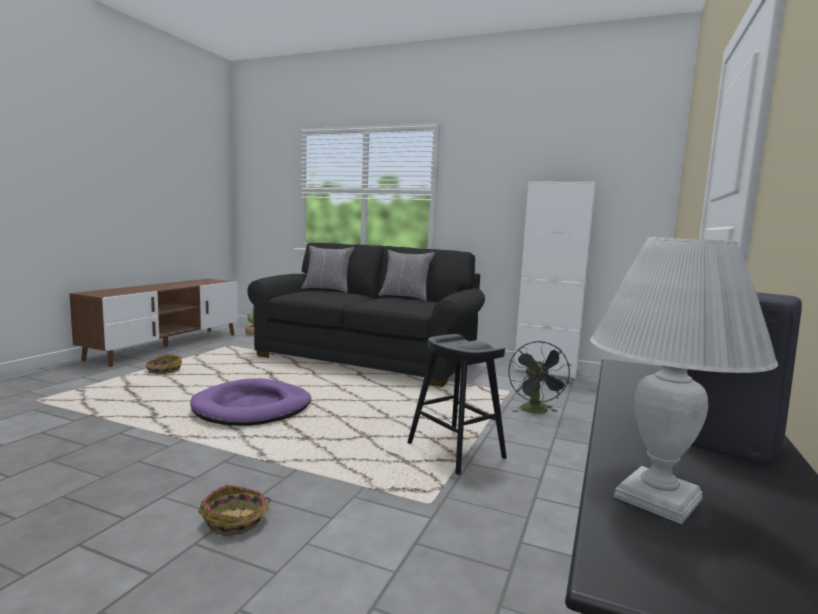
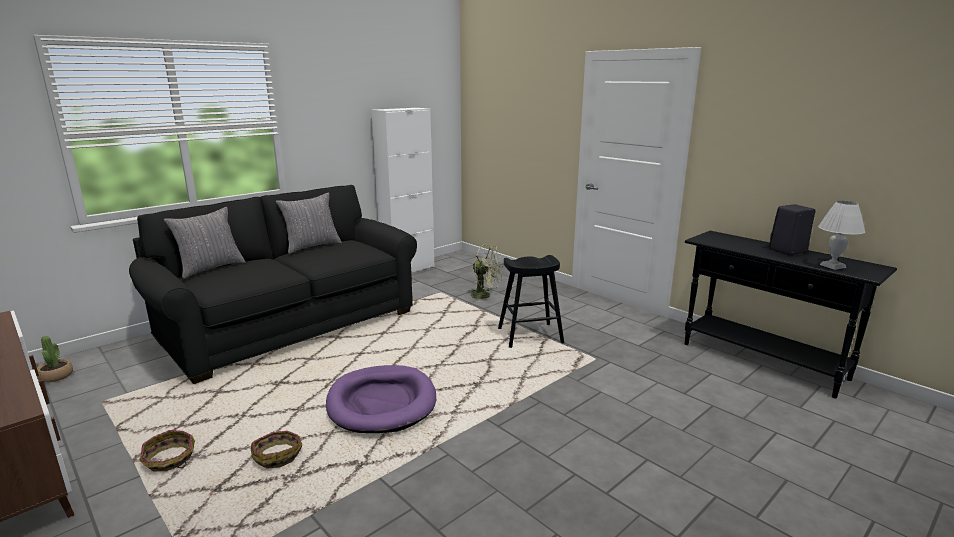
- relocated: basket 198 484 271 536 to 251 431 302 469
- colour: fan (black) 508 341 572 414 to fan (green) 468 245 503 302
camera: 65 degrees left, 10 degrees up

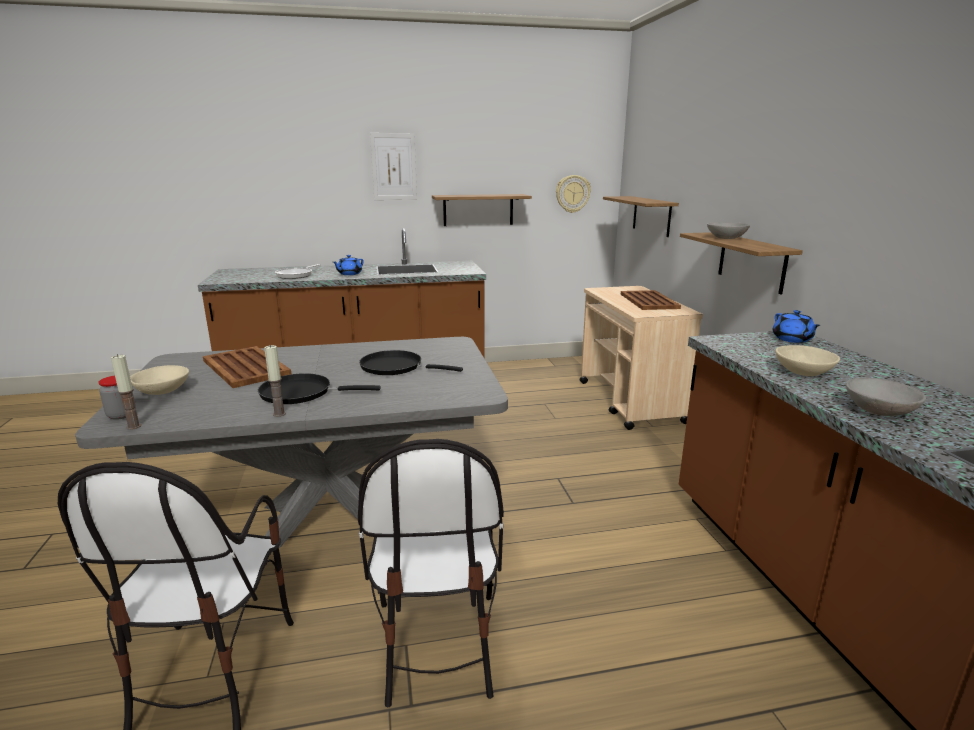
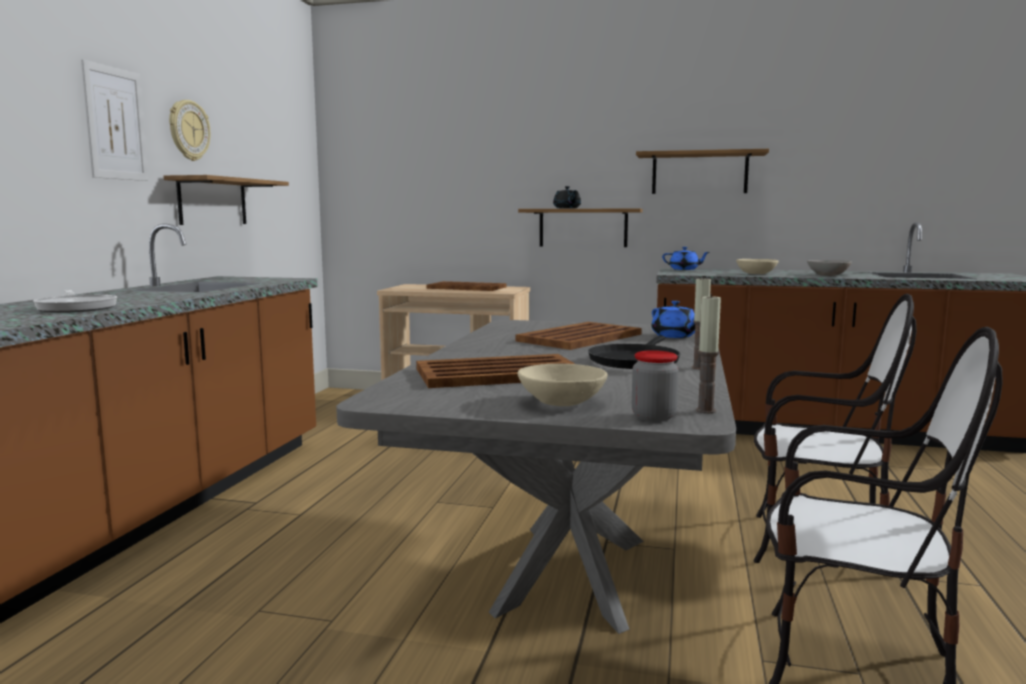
- relocated: teapot (blue) 333 255 364 275 to 651 301 696 338
- relocated: wall clock 556 175 591 213 to 169 100 210 161
- relocated: shelf 603 196 679 237 to 636 149 769 194
- exchanged: frying pan (black) 359 350 463 375 to tray (brown) 515 322 642 350
- exchanged: bowl (grey) 707 222 750 239 to teapot (black) 553 186 581 209
camera: 65 degrees left, 10 degrees down

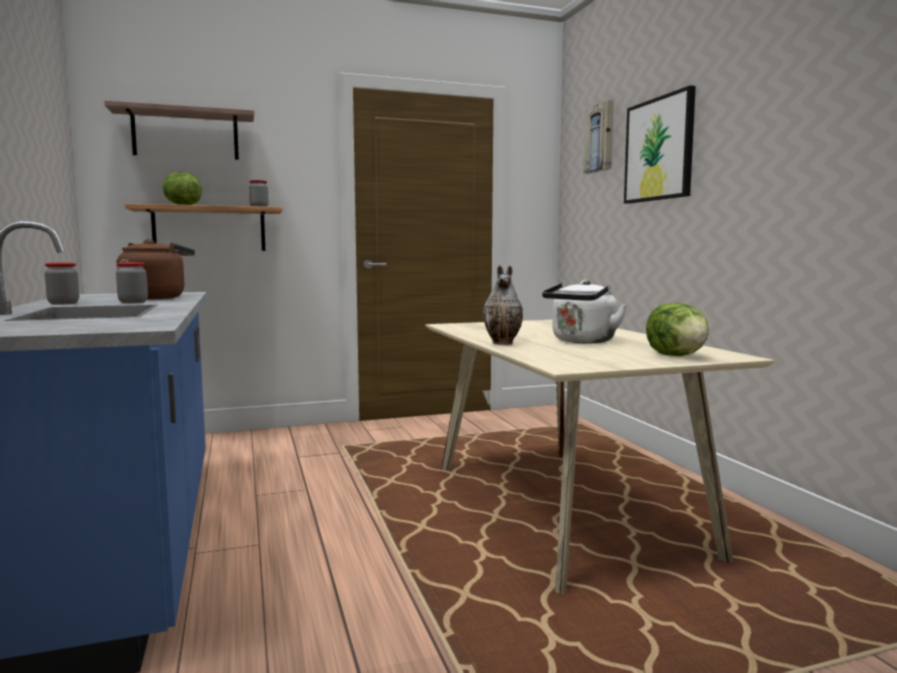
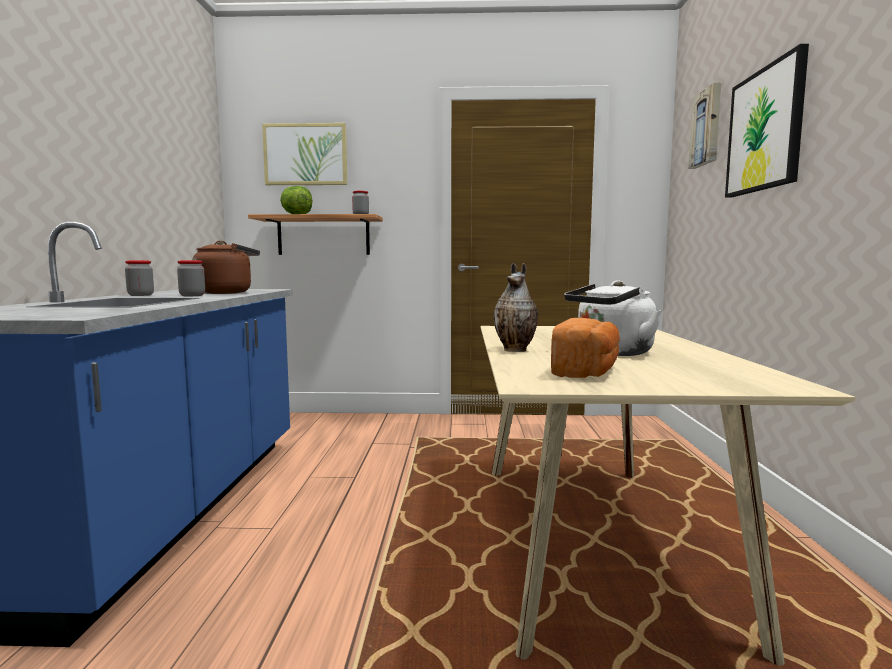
- missing: lettuce 646 303 709 356
- appeared: bread 551 317 620 378
- exchanged: shelf 104 100 254 160 to picture 262 123 347 185
camera: 20 degrees right, 0 degrees up

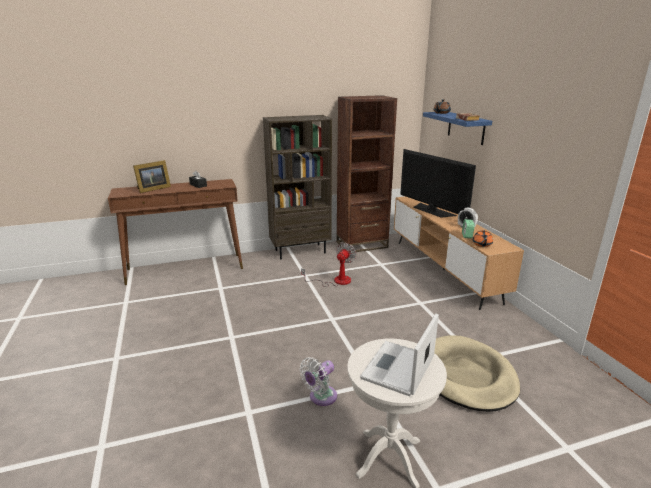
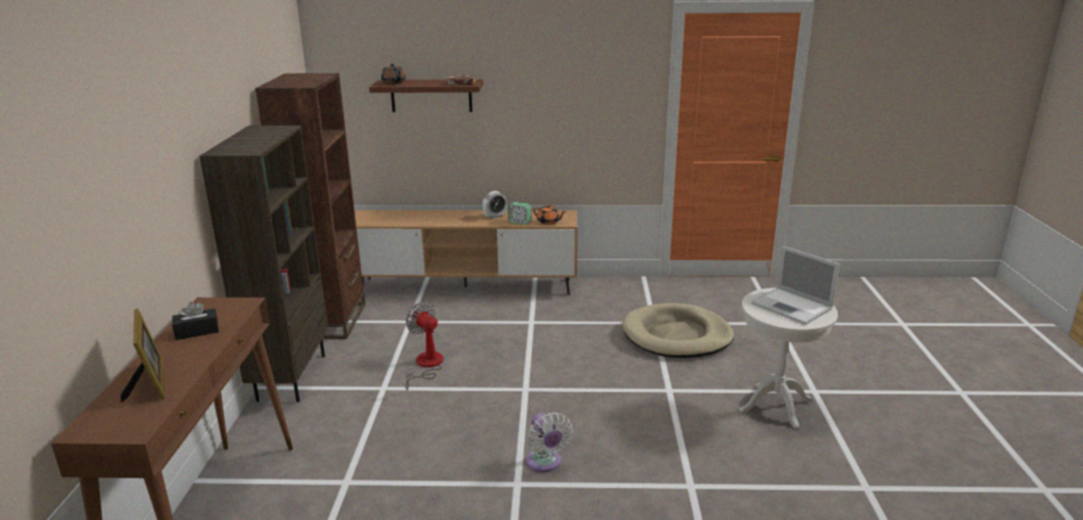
- missing: television 400 149 476 218
- relocated: fan (white) 300 357 337 406 to 526 412 573 472
- colour: shelf (blue) 423 112 492 145 to shelf (brown) 369 79 483 112
camera: 70 degrees left, 0 degrees up

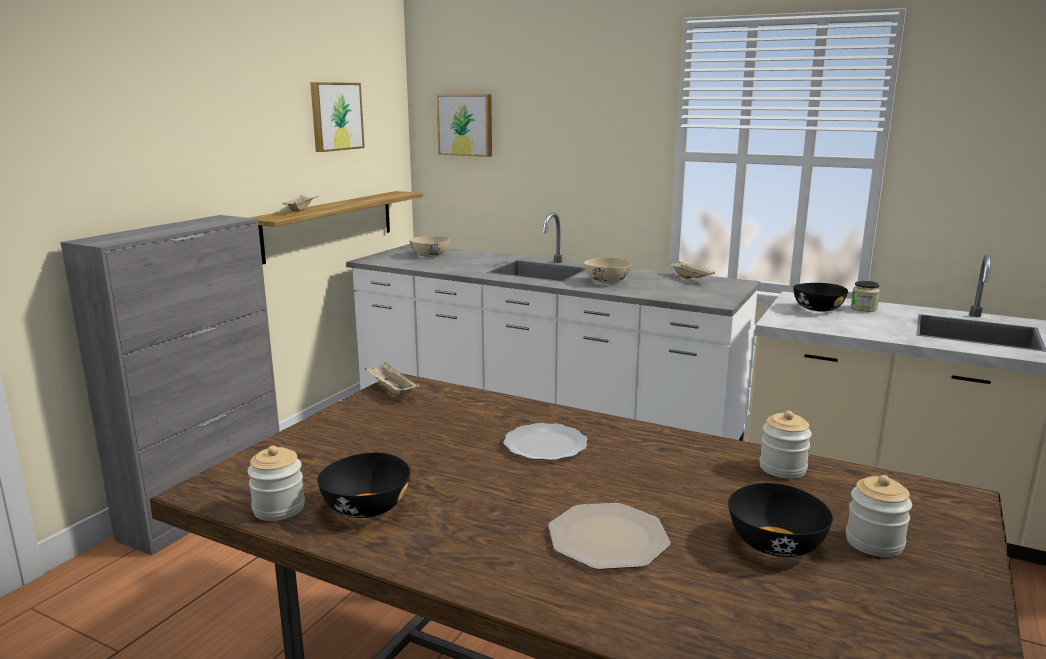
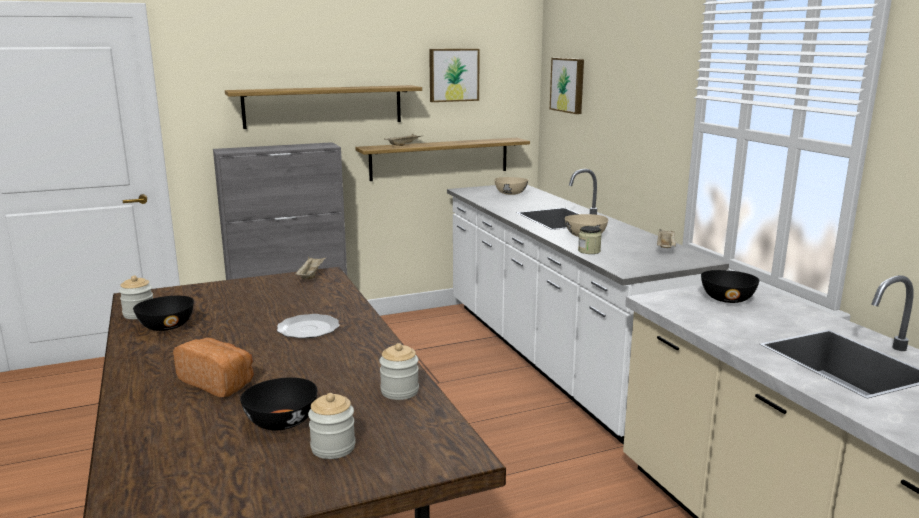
- appeared: shelf 225 85 422 129
- relocated: jar 851 281 880 312 to 578 226 602 254
- exchanged: plate 548 503 671 570 to bread 173 338 254 397
camera: 40 degrees right, 0 degrees up

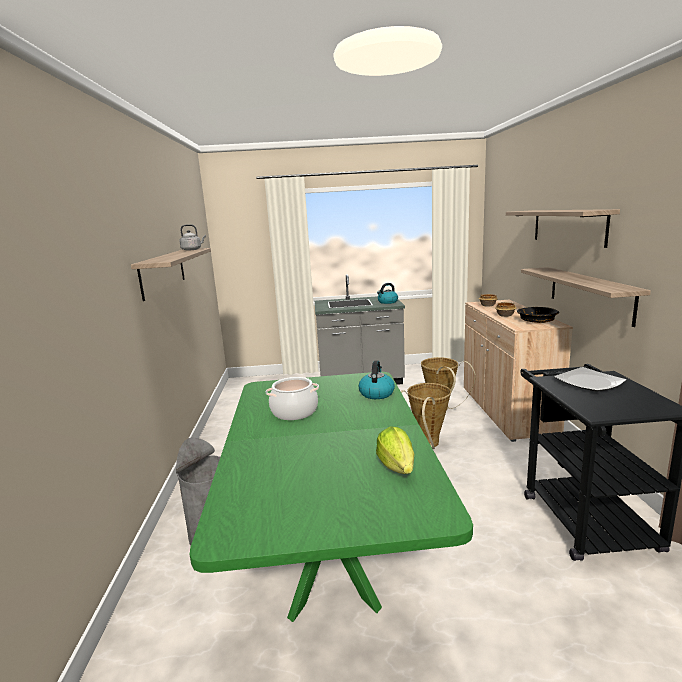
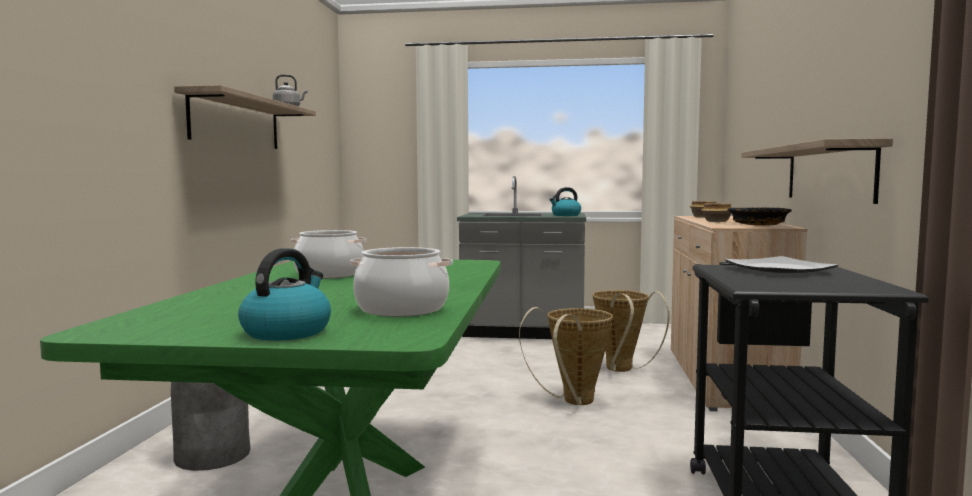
- missing: shelf 506 209 620 248
- relocated: kettle 359 361 395 399 to 238 248 331 341
- exchanged: lettuce 376 427 414 474 to cooking pot 350 247 453 317
camera: 10 degrees right, 10 degrees down

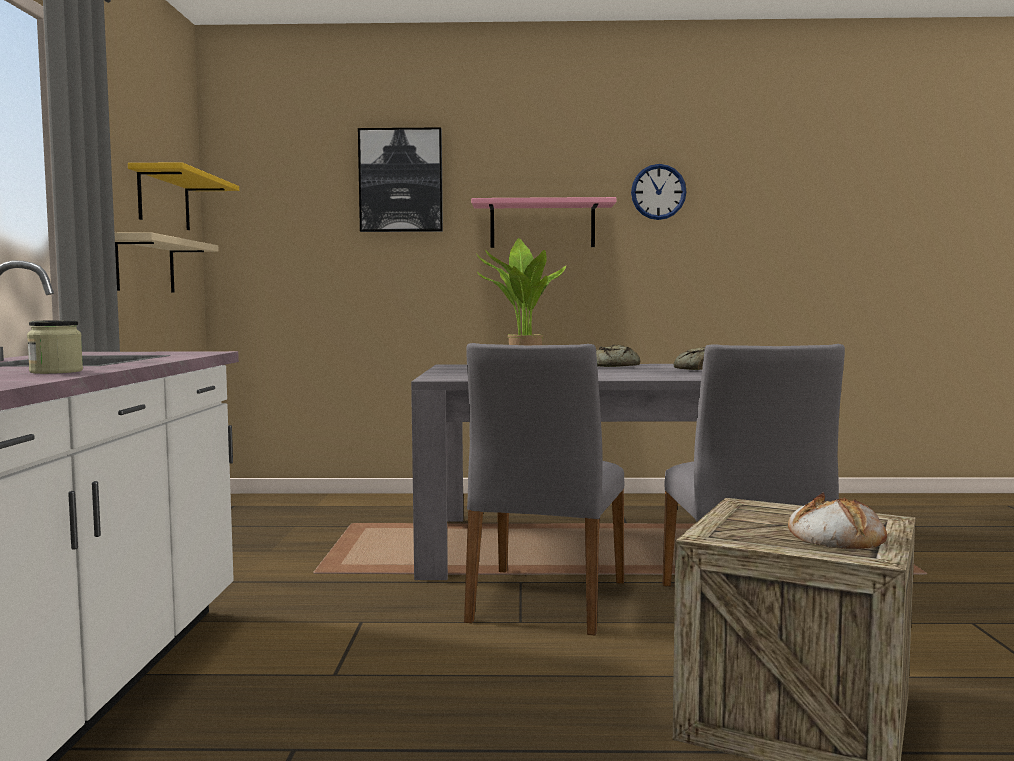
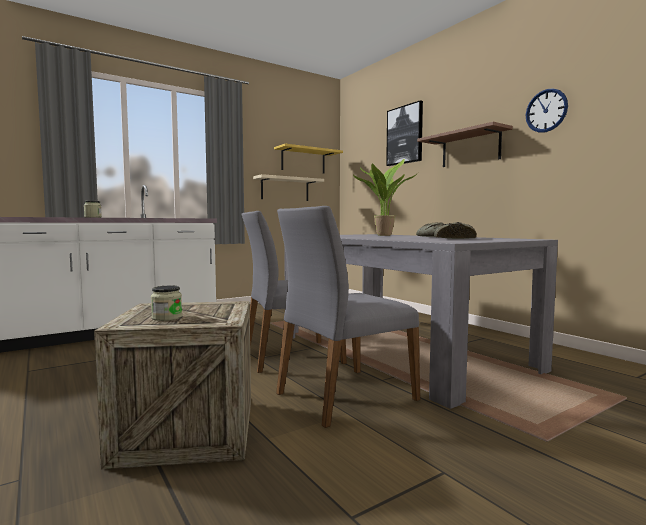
- exchanged: bread 788 492 887 549 to jar 151 286 182 321
- colour: shelf (pink) 471 197 617 248 to shelf (brown) 417 122 513 167
camera: 55 degrees right, 0 degrees up

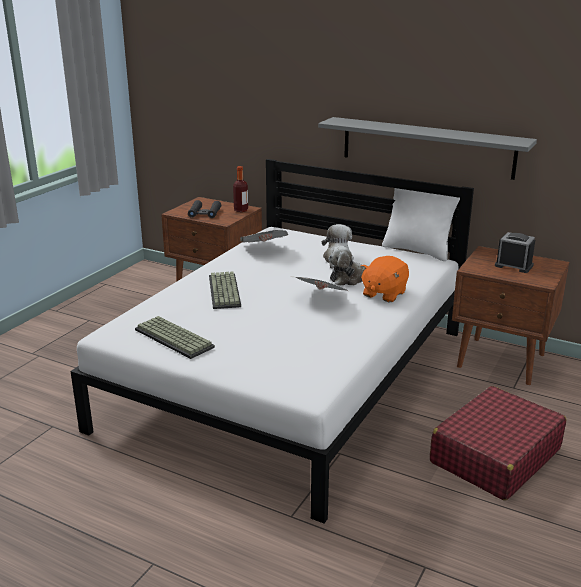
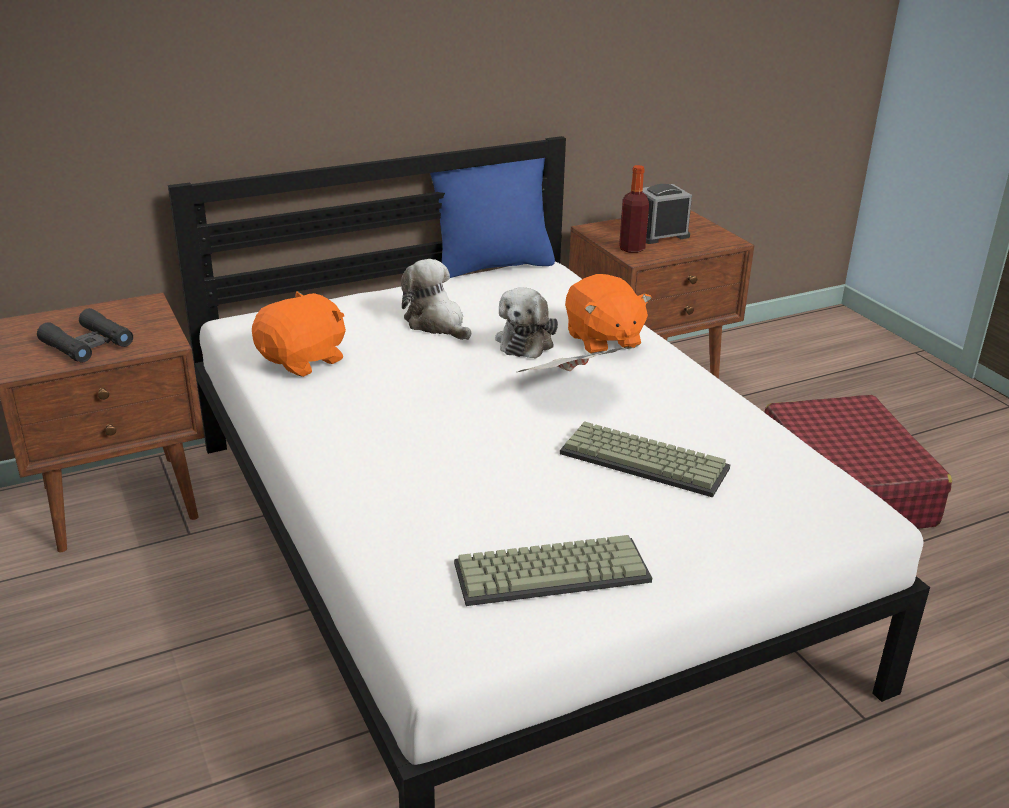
- missing: shelf (grey) 318 117 537 180
- relocated: keyboard 209 271 241 309 to 560 421 730 497
- relocated: bottle 233 166 248 212 to 619 165 649 253
- exchanged: newspaper 240 230 289 243 to plush toy (orange) 252 291 346 377
- colour: pillow (white) 382 188 460 261 to pillow (blue) 430 158 555 278
camera: 55 degrees left, 5 degrees up

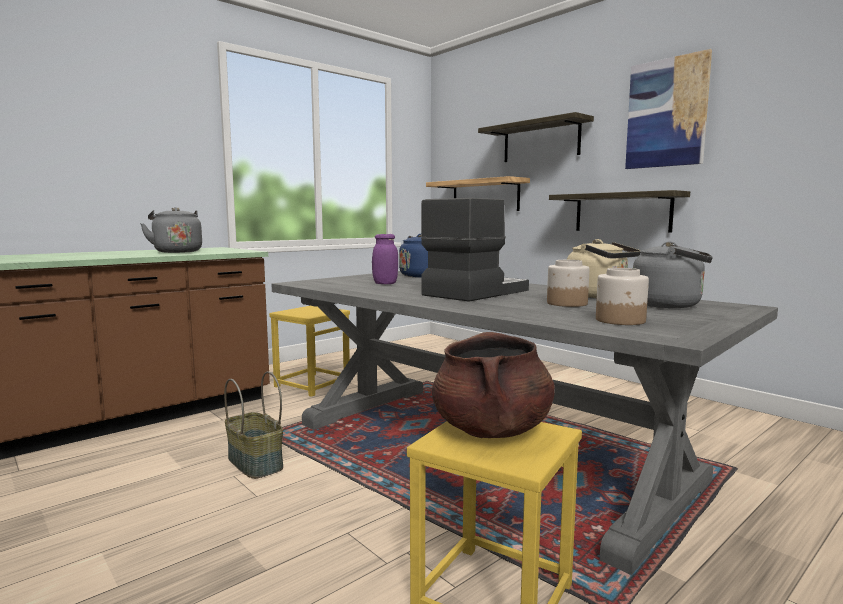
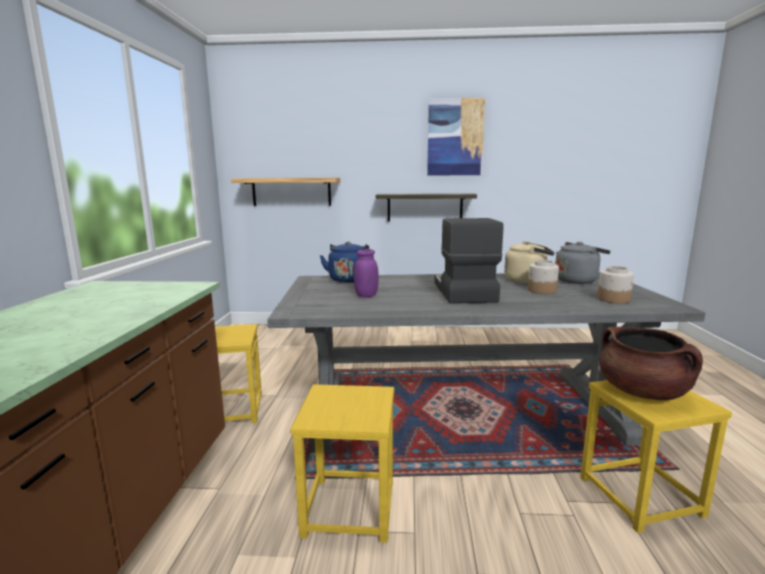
- missing: kettle (grey) 140 207 202 253
- missing: shelf 478 112 594 162
- exchanged: basket 224 371 283 479 to stool (yellow) 290 384 394 543
camera: 45 degrees left, 5 degrees up

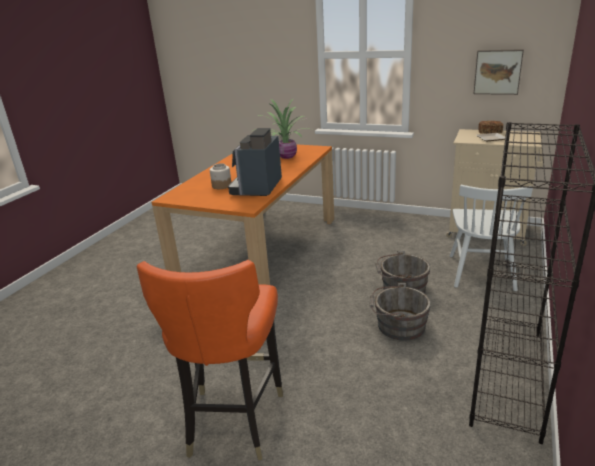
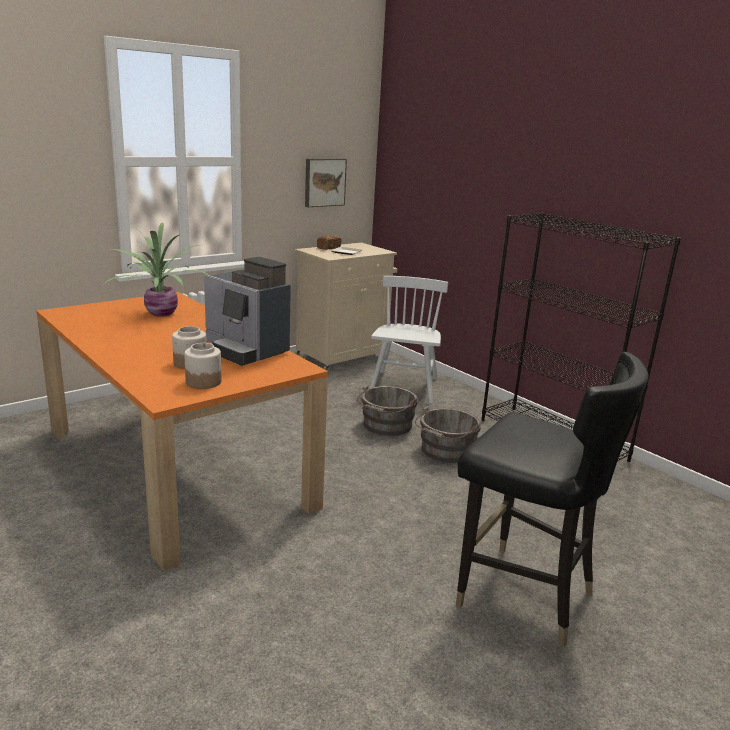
- appeared: jar 184 343 221 389
- colour: chair (orange) 137 260 283 461 to chair (black) 456 352 648 647
- spun: chair (white) 450 185 533 291 = 370 276 448 404 120 degrees counterclockwise
camera: 65 degrees left, 5 degrees down

